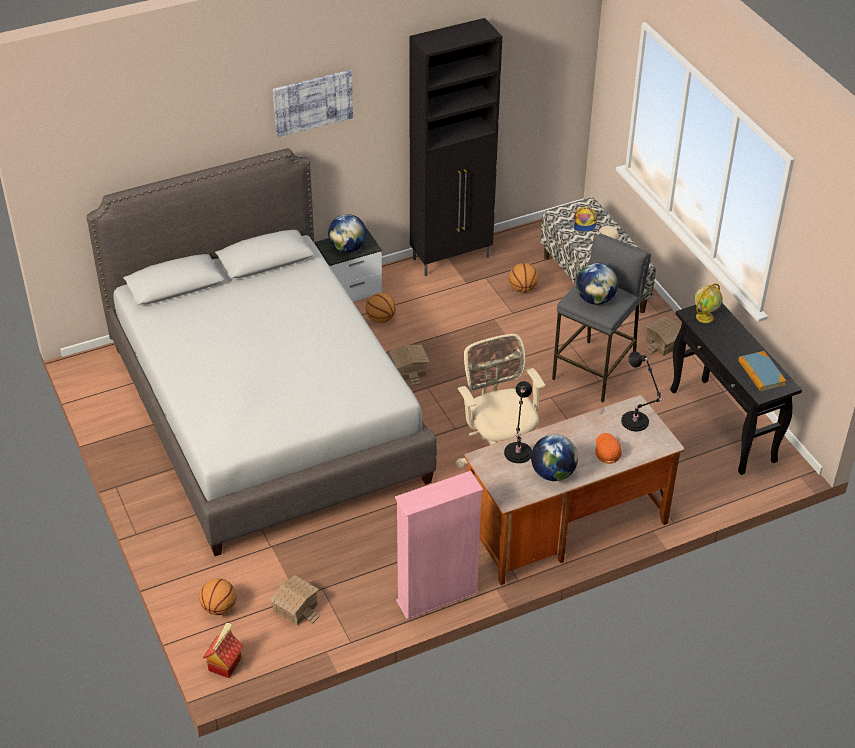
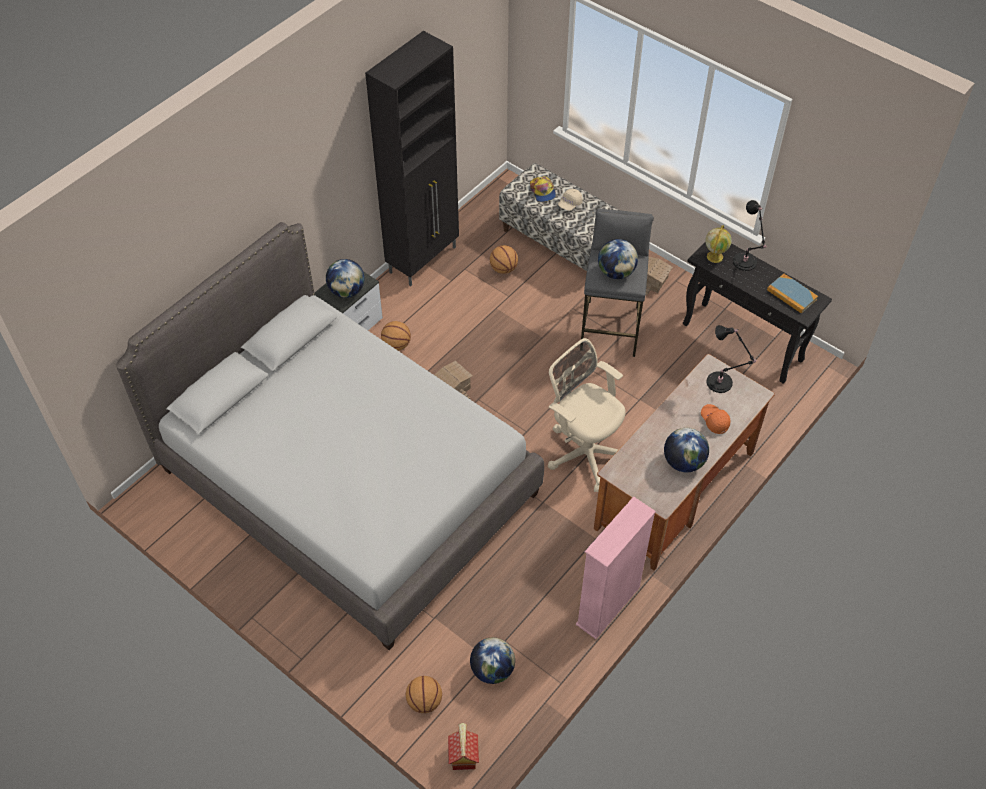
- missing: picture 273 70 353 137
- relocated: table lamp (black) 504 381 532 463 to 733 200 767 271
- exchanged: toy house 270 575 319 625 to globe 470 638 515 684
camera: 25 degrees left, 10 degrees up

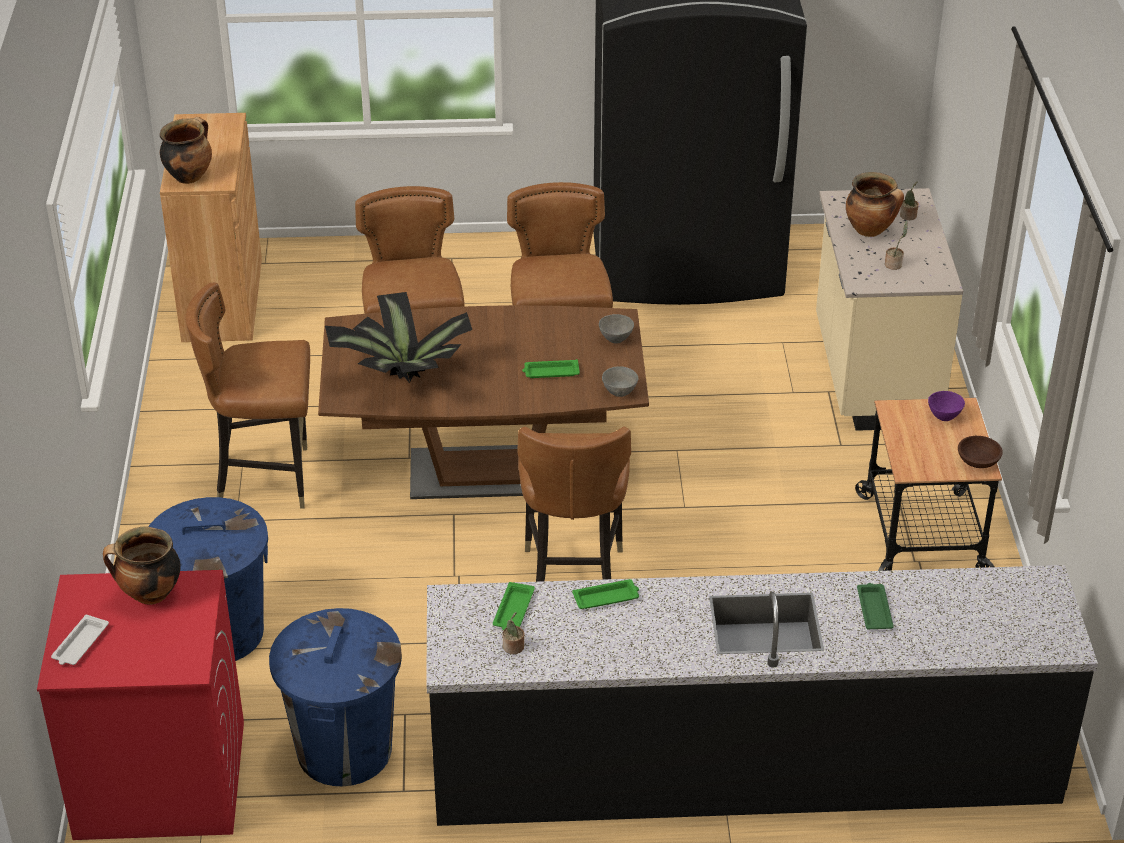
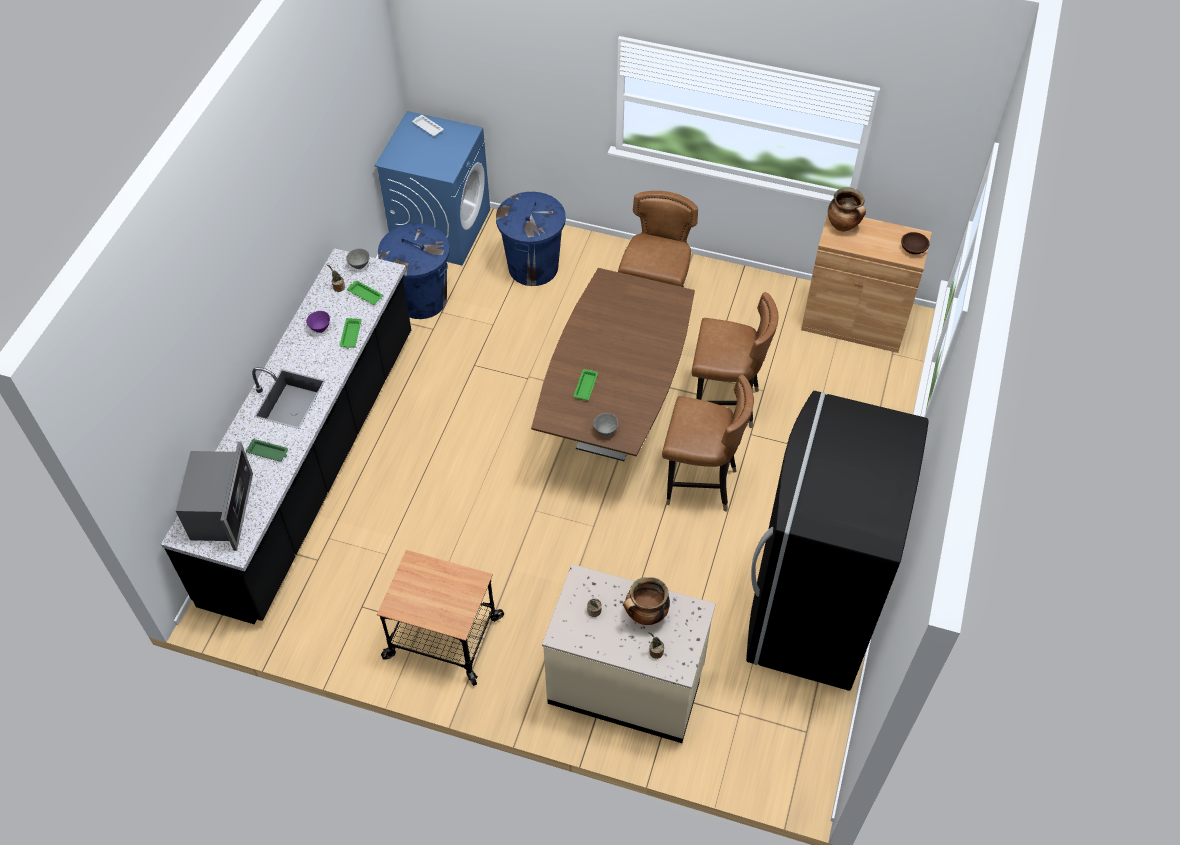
- missing: cooking pot 103 526 181 605
- missing: potted plant 325 292 472 383
- missing: chair (brown) 517 426 631 582
- appeared: microwave 176 442 253 551
- relocated: bowl (grey) 602 366 638 397 to 346 248 370 269
- relocated: bowl (purple) 928 391 965 421 to 306 311 330 333
- relocated: bowl (brown) 958 436 1003 468 to 901 232 930 255
- colour: washing machine (red) 37 570 244 840 to washing machine (blue) 375 111 490 265
camera: 110 degrees right, 15 degrees up

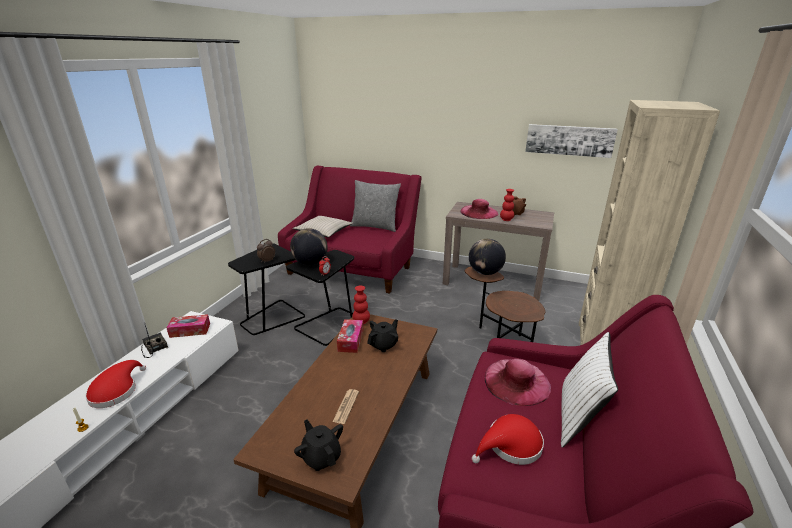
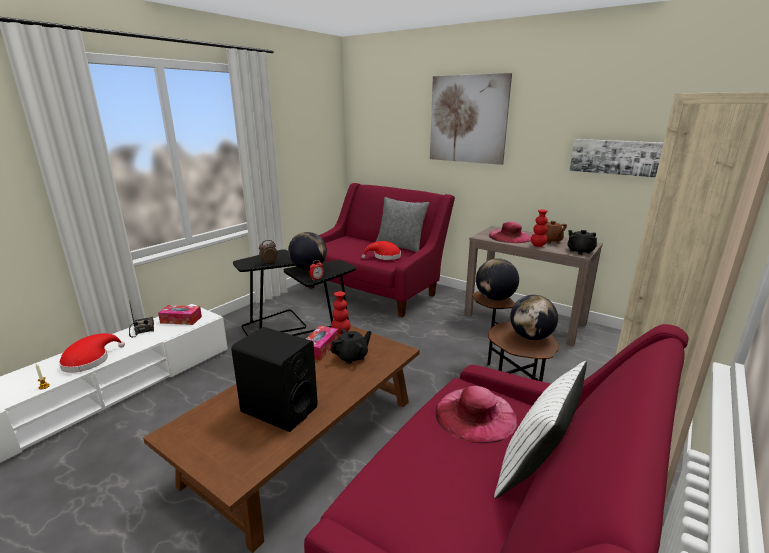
- missing: pillow (beige) 293 216 353 237
- appeared: picture 430 73 512 165
- appeared: globe 510 295 558 340
- relocated: teapot (black) 294 419 343 471 to 567 230 597 255
- relocated: hat (red) 472 414 544 465 to 362 241 401 260
- exchanged: newspaper 332 389 359 424 to speaker (black) 231 327 318 432
camera: 15 degrees right, 5 degrees down

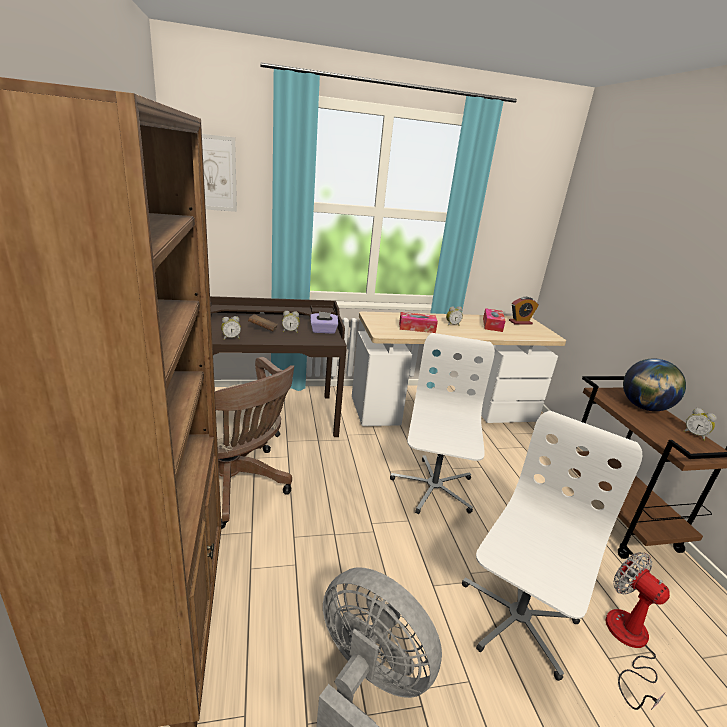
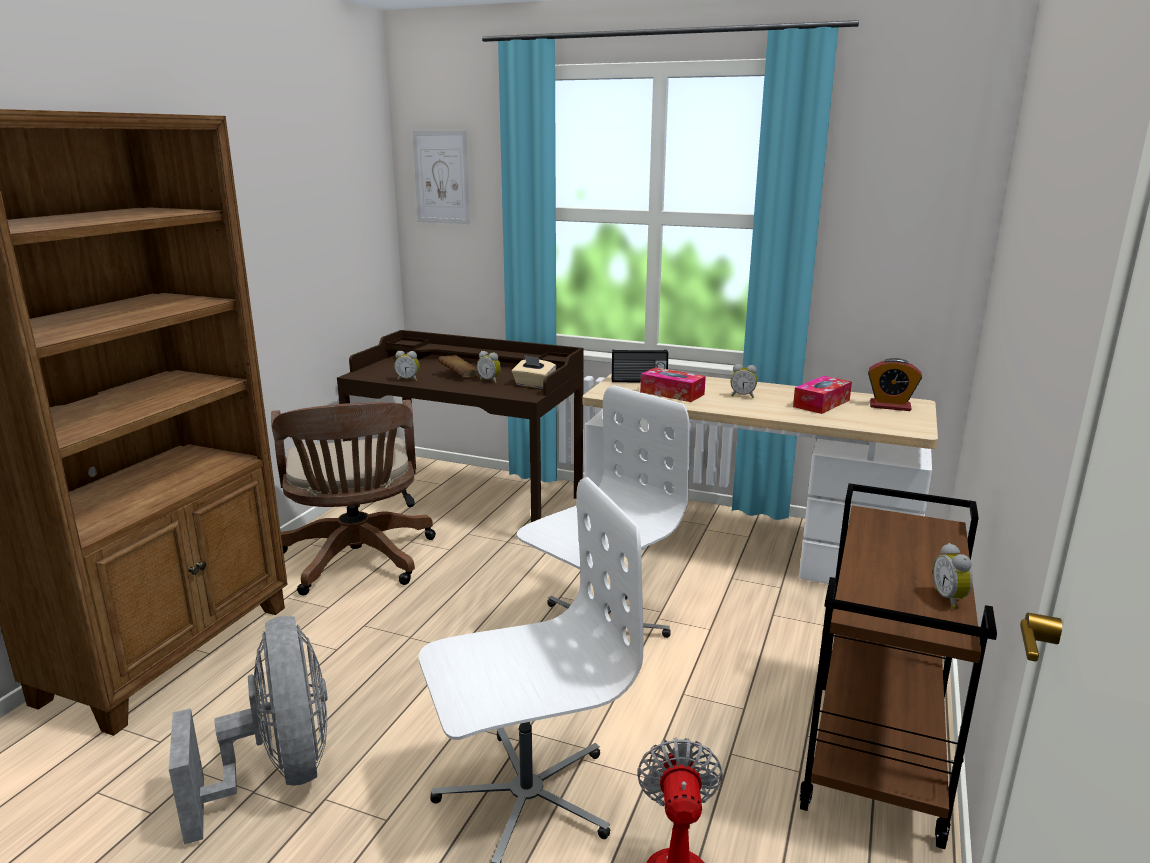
- missing: globe 623 359 686 411
- appeared: radio 612 349 669 382
- colour: tissue box (purple) 310 312 338 334 to tissue box (beige) 512 355 556 389
camera: 35 degrees right, 5 degrees down

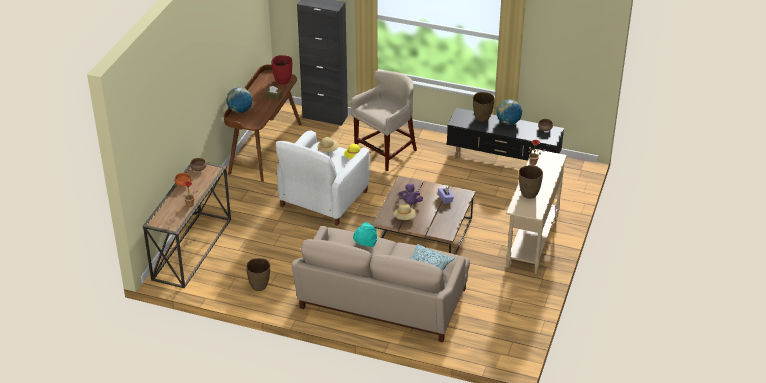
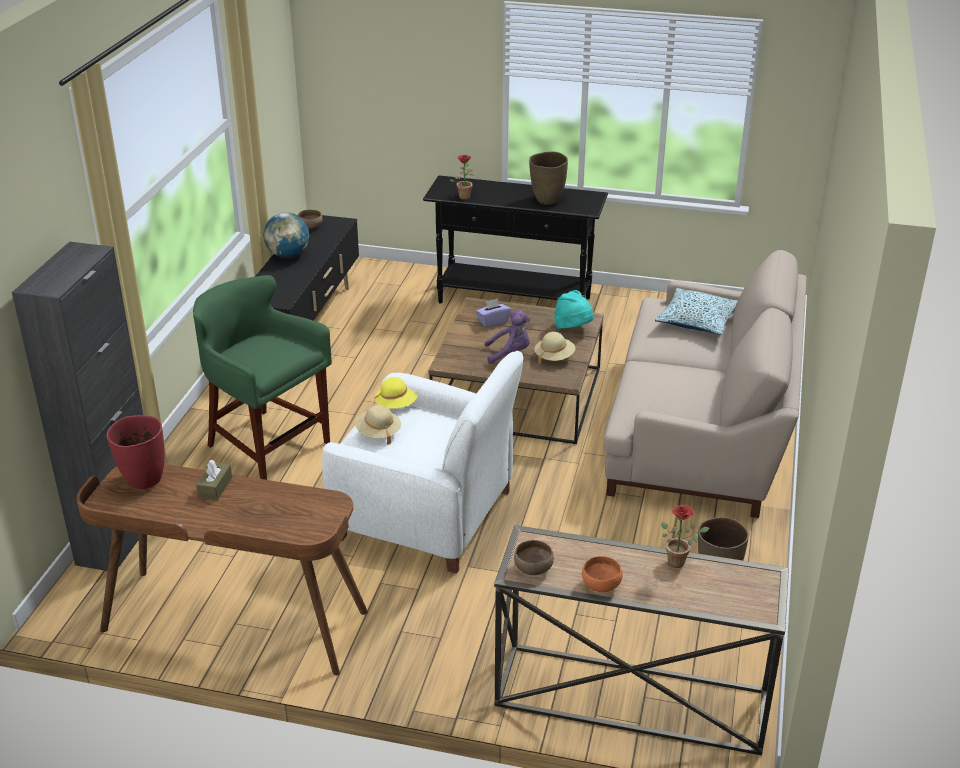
- missing: globe 226 87 253 113
- missing: vase (brown) 473 92 495 122
- relocated: hat (turquoise) 353 222 378 247 to 554 290 594 329
- colour: stool (beige) 351 70 417 171 to stool (green) 193 275 332 480
- colour: console table (beige) 506 149 567 274 to console table (black) 423 176 608 304
camera: 95 degrees left, 5 degrees down

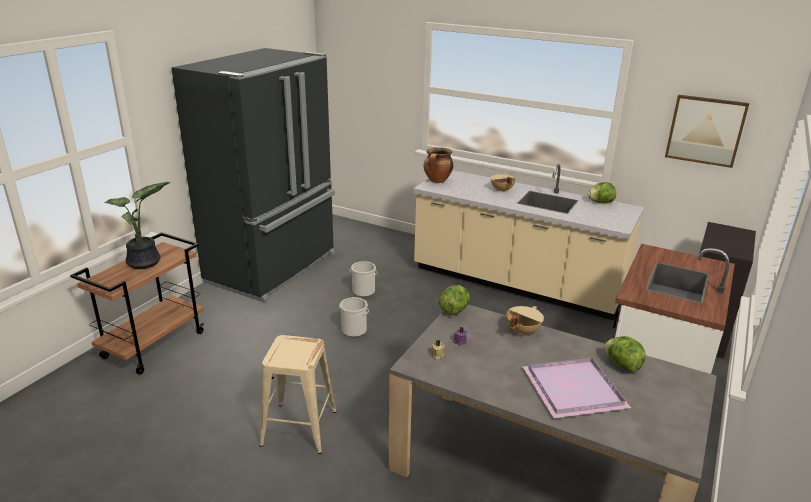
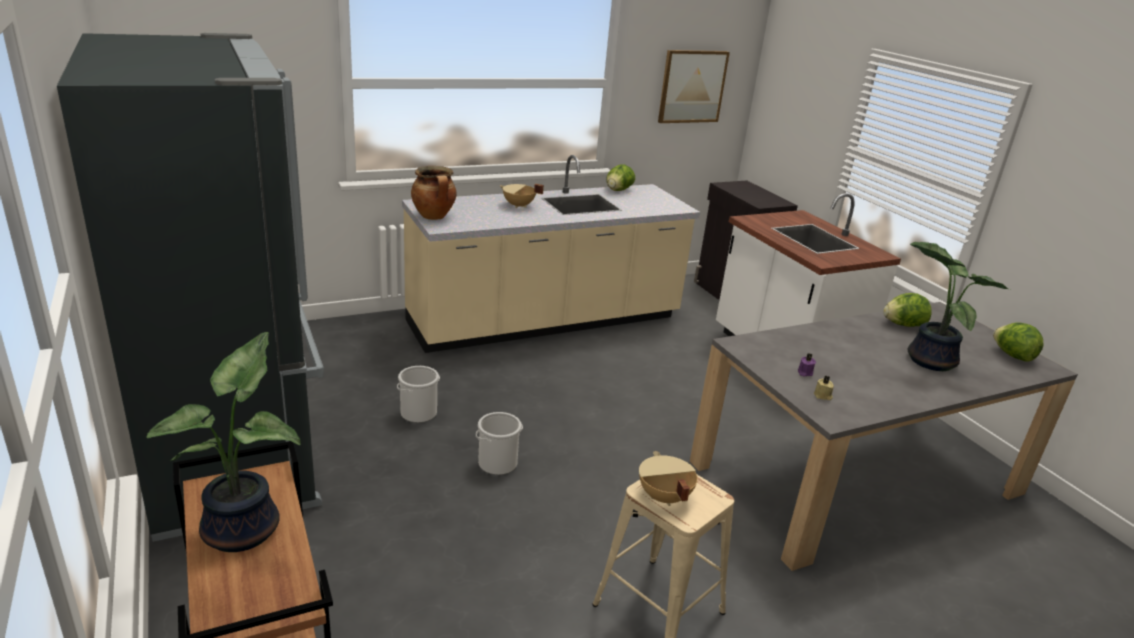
- relocated: lettuce 439 285 470 315 to 993 322 1043 362
- relocated: cooking pot (beige) 507 306 544 335 to 639 451 698 506
- exchanged: tray (purple) 523 358 631 418 to potted plant 908 242 1010 371
camera: 55 degrees left, 0 degrees up

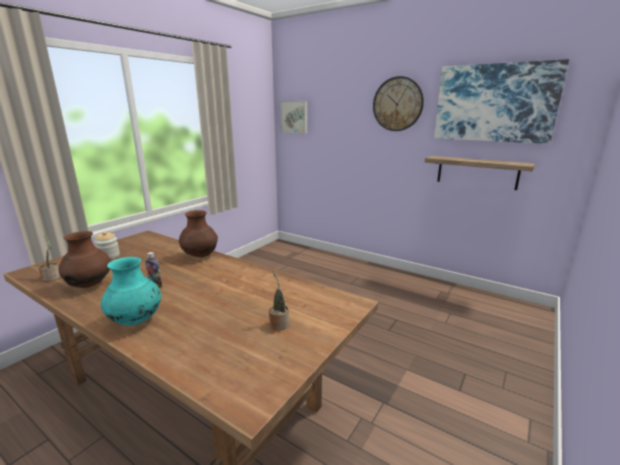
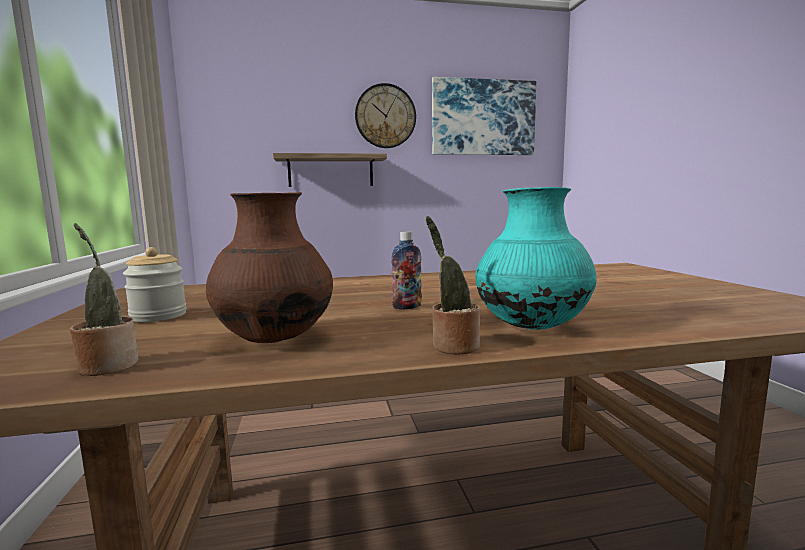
- missing: vase (brown) 179 210 218 258
- missing: picture 280 101 307 133
- relocated: potted plant 269 271 289 330 to 426 216 480 355
- relocated: shelf 424 156 535 190 to 273 153 387 187
camera: 45 degrees left, 10 degrees down

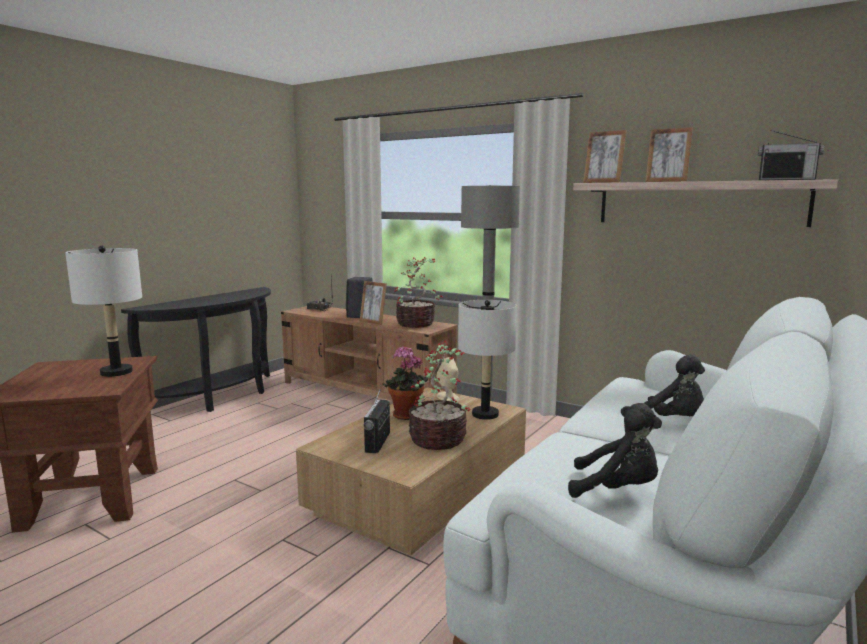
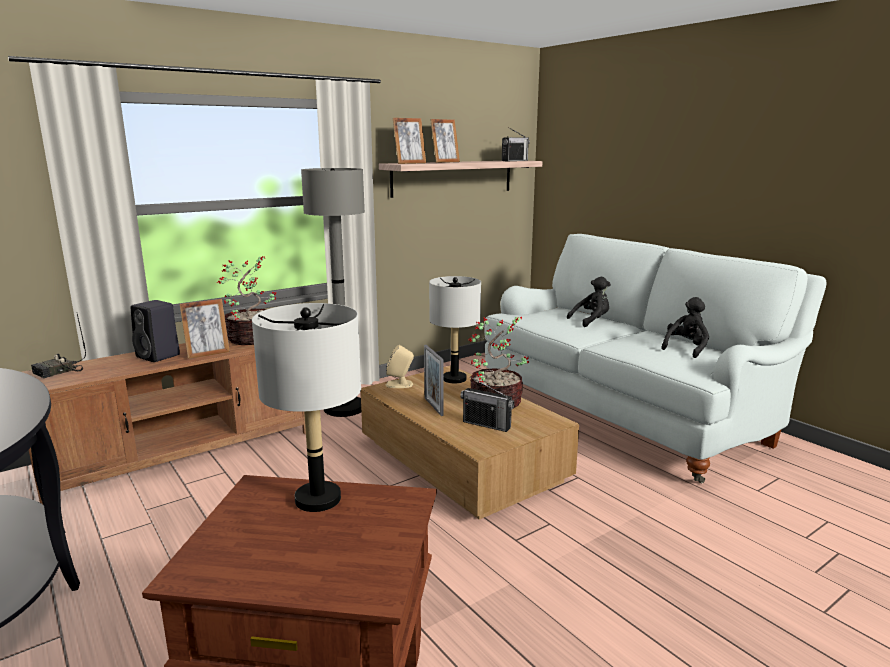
- exchanged: potted plant 383 346 429 420 to picture frame 424 345 444 416
camera: 70 degrees left, 5 degrees up

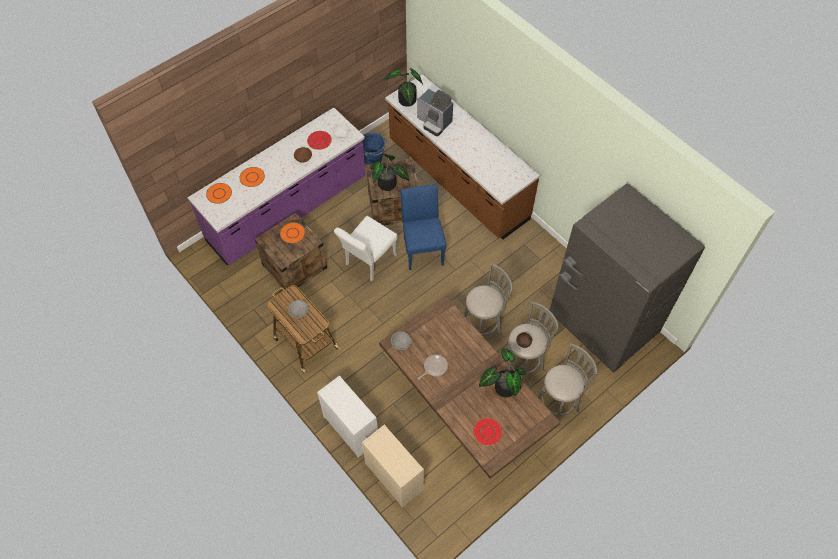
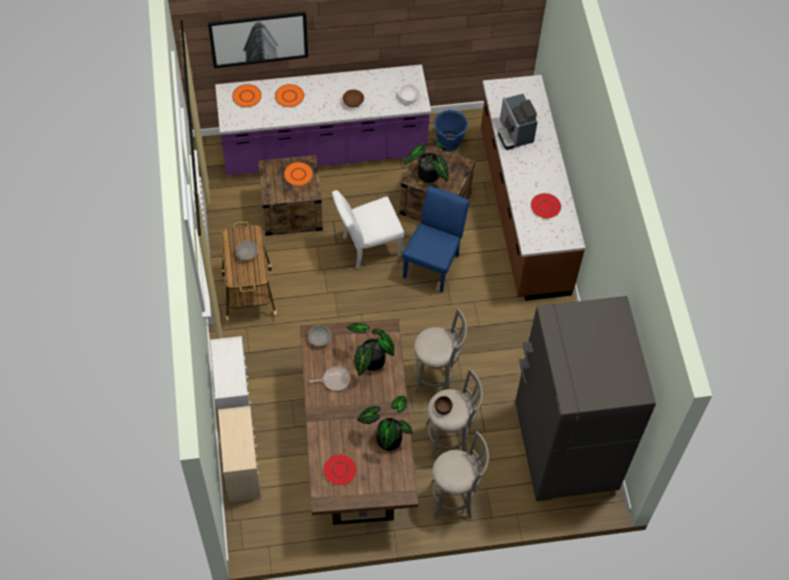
- appeared: picture 208 12 308 68
- relocated: plate (red) 307 131 332 150 to 531 193 561 219
- relocated: potted plant 383 68 423 106 to 347 323 394 376
camera: 30 degrees right, 0 degrees up

